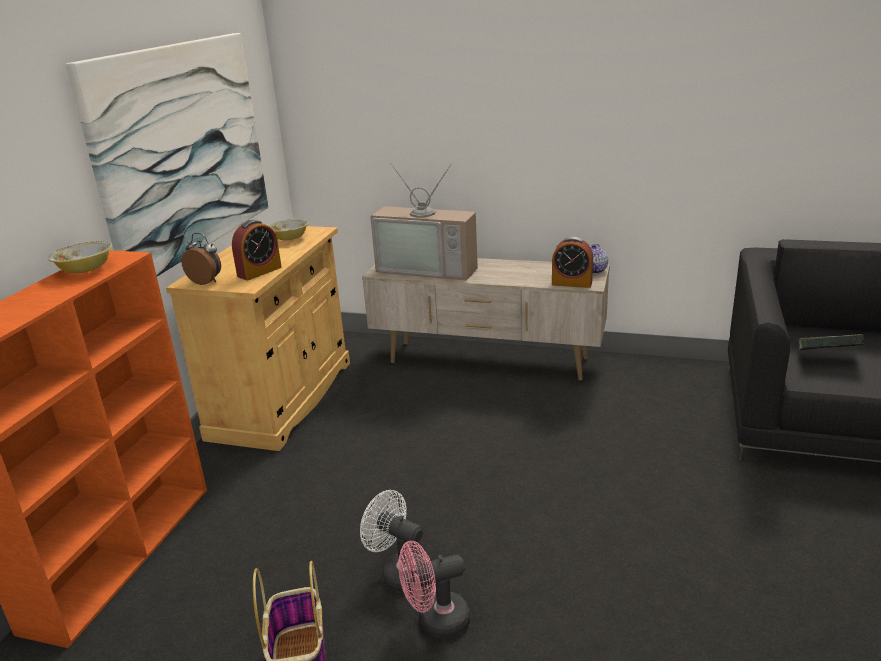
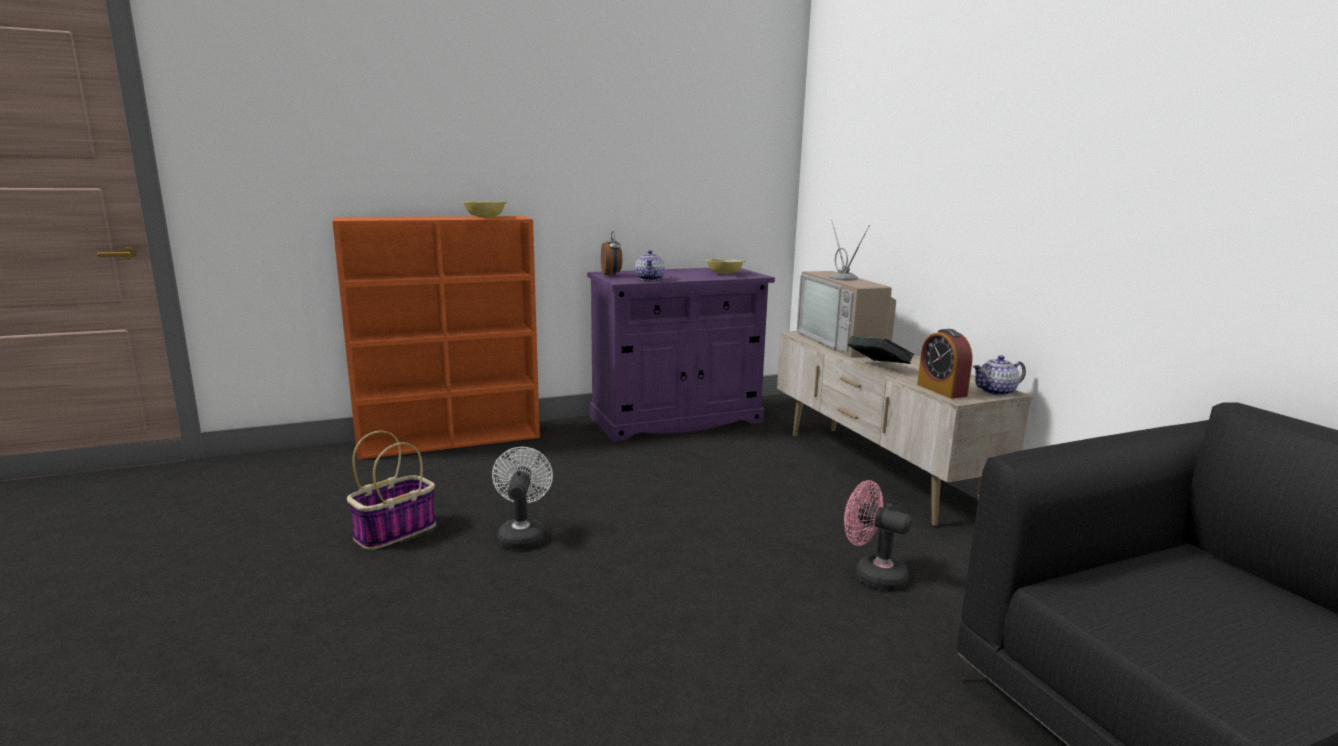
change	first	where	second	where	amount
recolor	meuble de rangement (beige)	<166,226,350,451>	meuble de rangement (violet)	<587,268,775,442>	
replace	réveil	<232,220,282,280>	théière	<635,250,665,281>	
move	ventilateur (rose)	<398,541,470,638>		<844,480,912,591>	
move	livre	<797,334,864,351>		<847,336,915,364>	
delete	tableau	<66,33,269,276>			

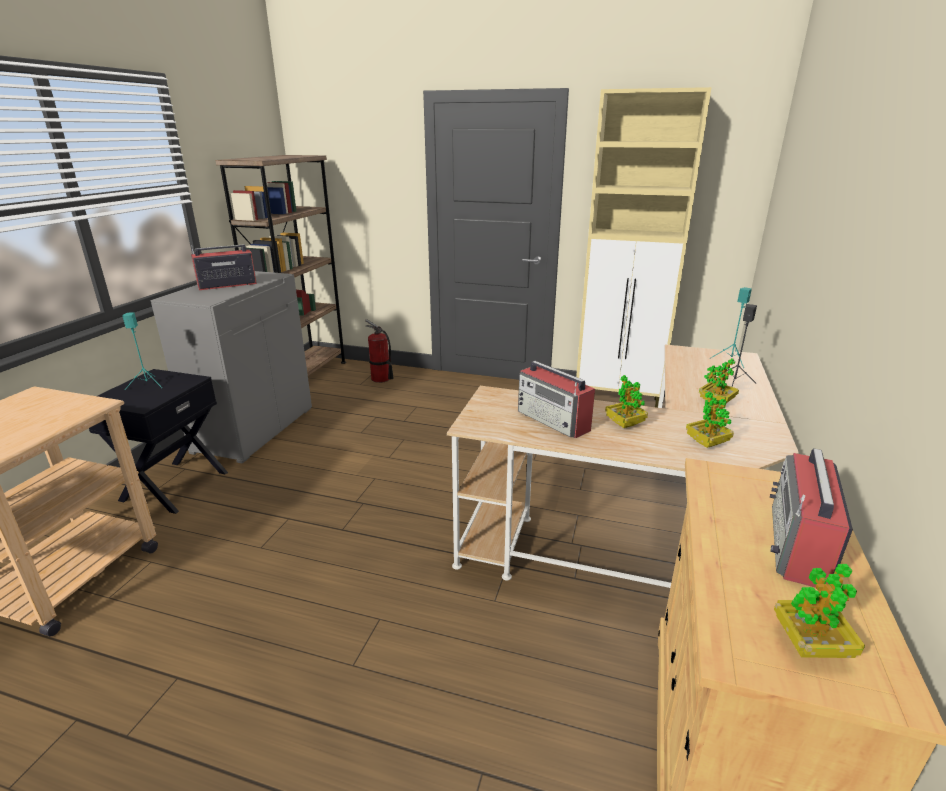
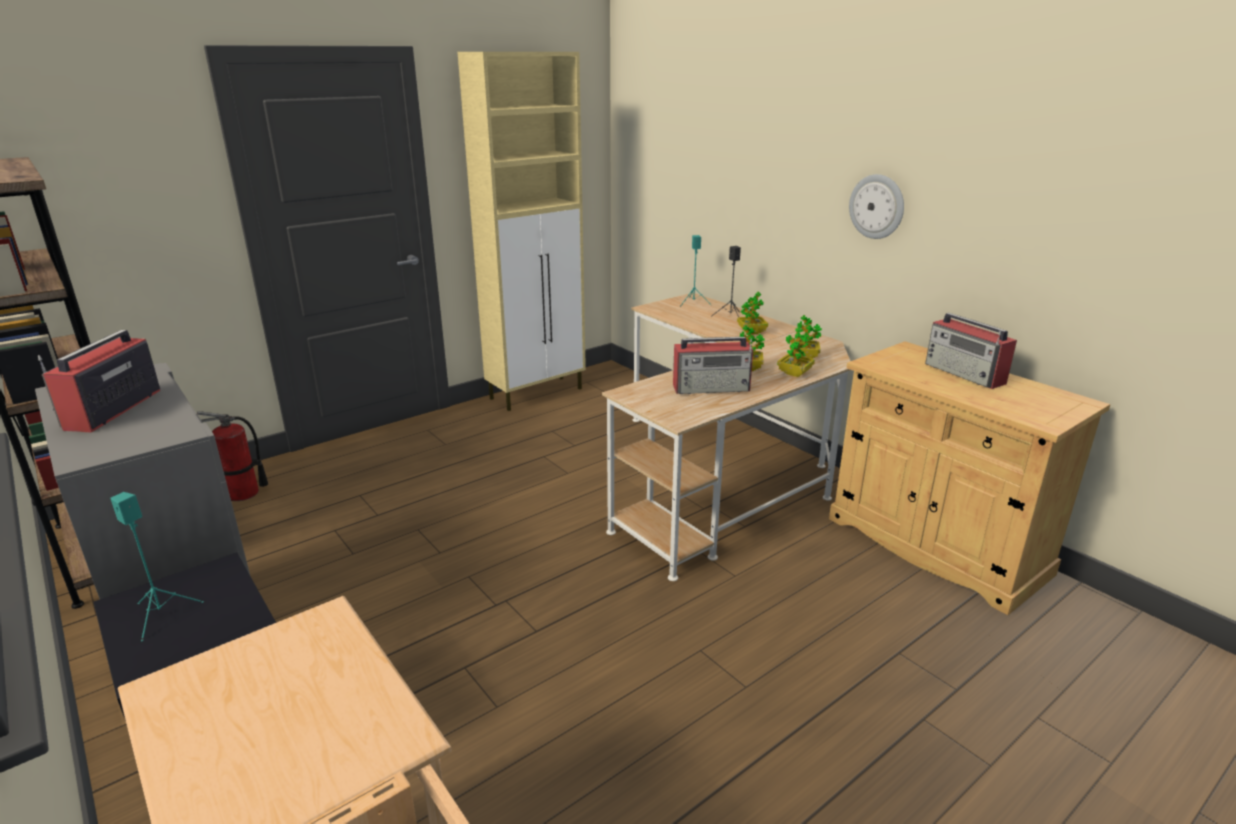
change	first	where	second	where	amount
move	plante en pot	<774,564,865,658>		<777,327,815,377>	
insert			horloge murale	<849,174,904,239>	

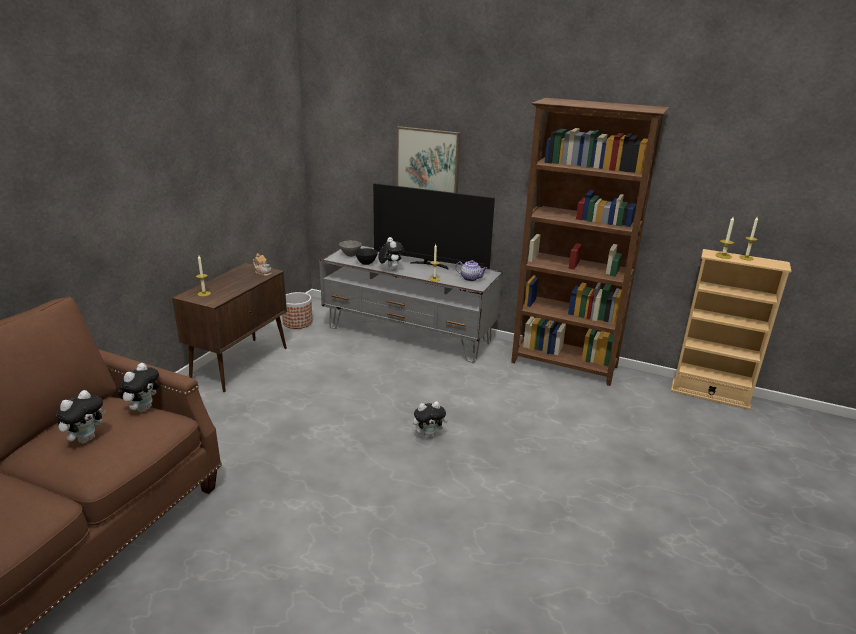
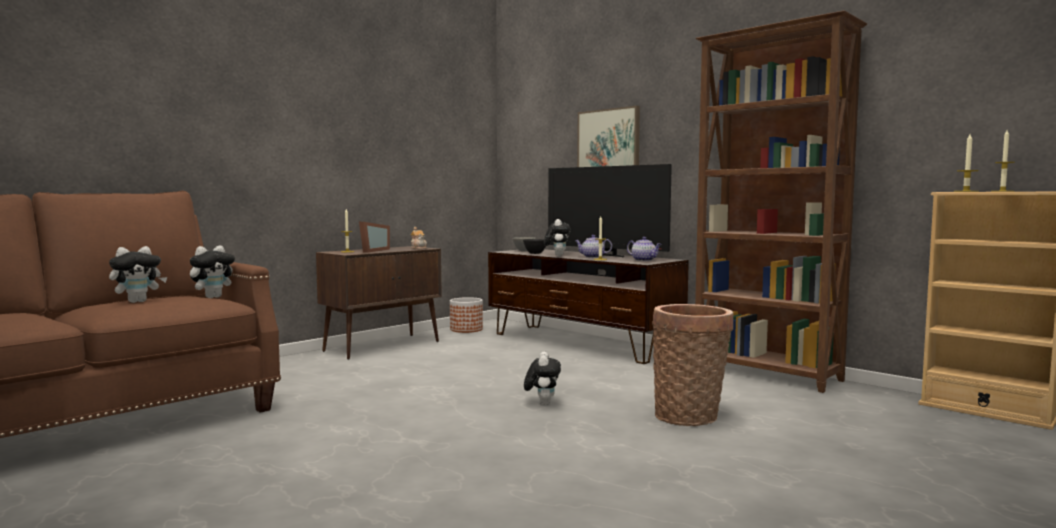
change	first	where	second	where	amount
insert			cadre photo	<359,222,390,253>	
recolor	meuble télé (gris)	<319,246,502,363>	meuble télé (marron)	<488,249,689,364>	
rotate	peluche	<413,401,448,438>		<524,352,561,405>	90 degrees counterclockwise
insert			théière	<575,235,612,258>	
insert			panier	<652,304,733,426>	

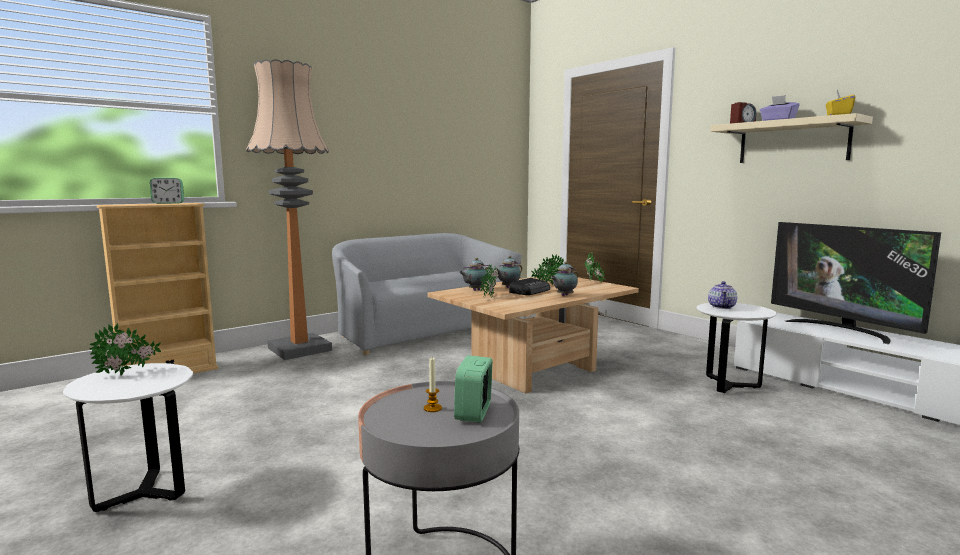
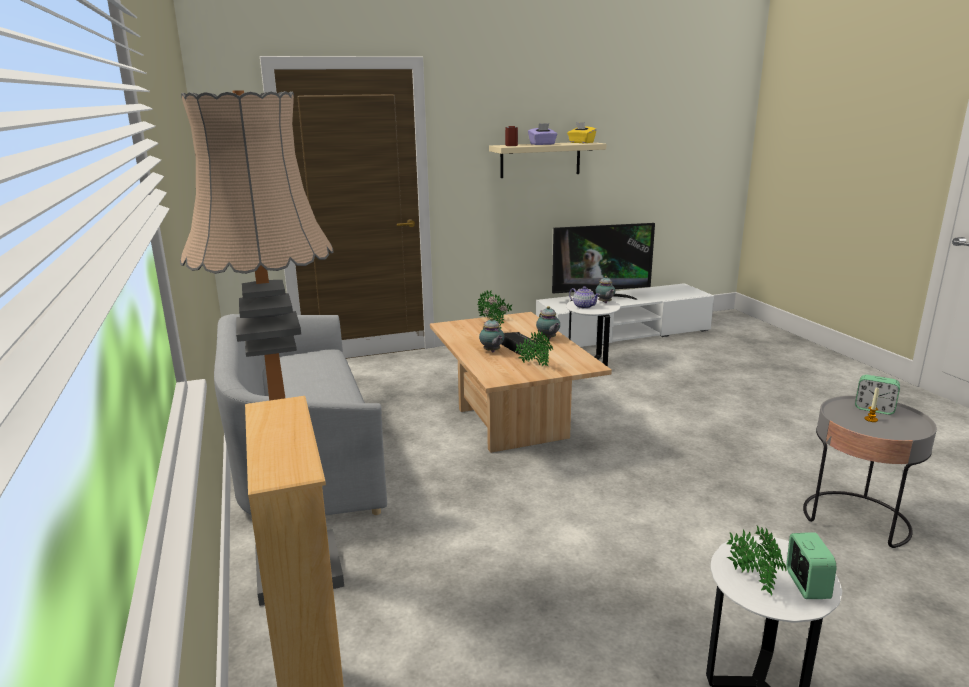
change	first	where	second	where	amount
move	théière	<459,258,491,291>		<596,276,615,303>	
move	réveil	<150,178,184,204>		<787,533,836,599>	

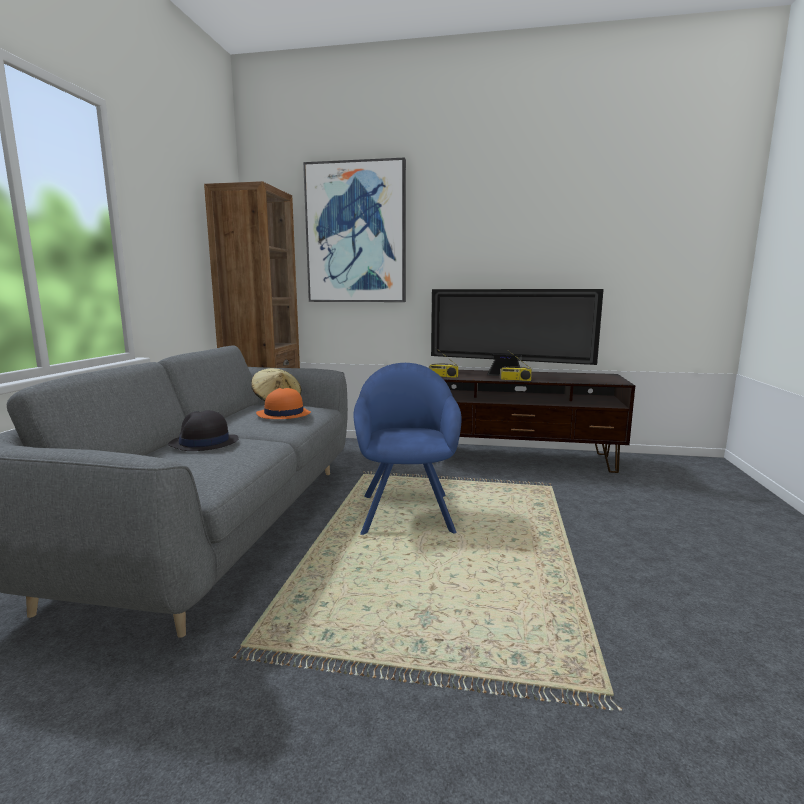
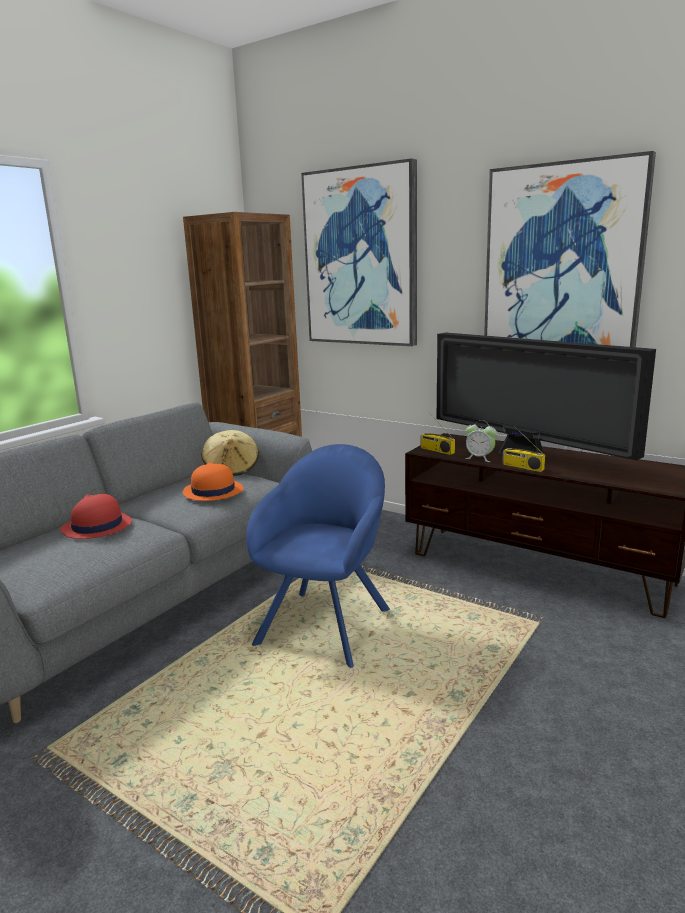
change	first	where	second	where	amount
recolor	chapeau (noir)	<168,410,239,451>	chapeau (rouge)	<61,494,132,539>	
insert			réveil	<465,420,497,462>	
insert			tableau	<484,151,656,347>	

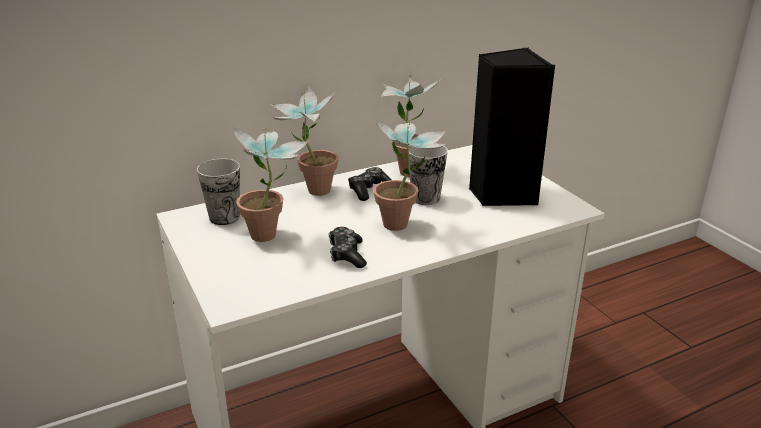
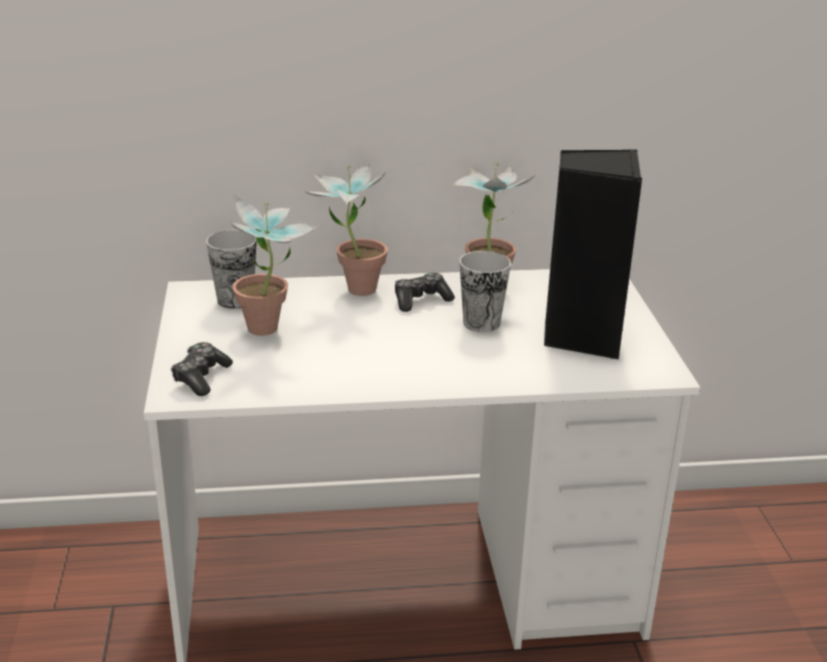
change	first	where	second	where	amount
move	manette	<329,227,367,268>		<171,342,233,396>	
delete	plante en pot	<373,119,445,231>			

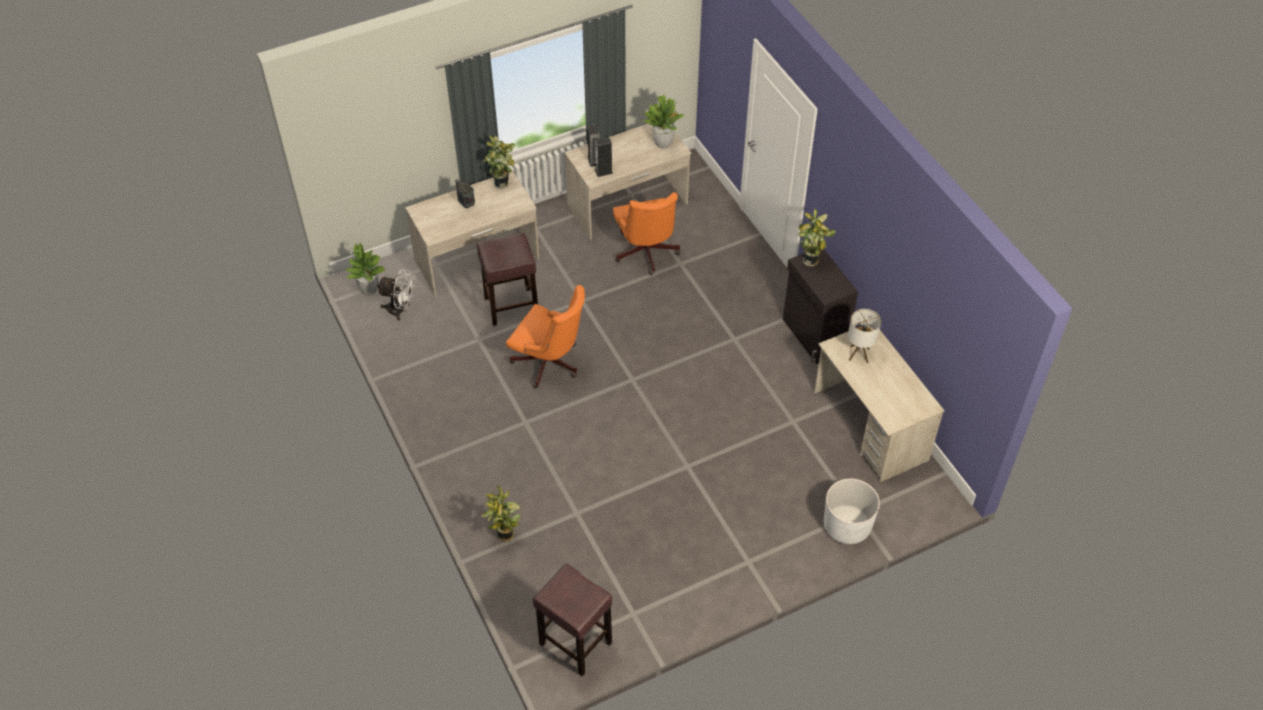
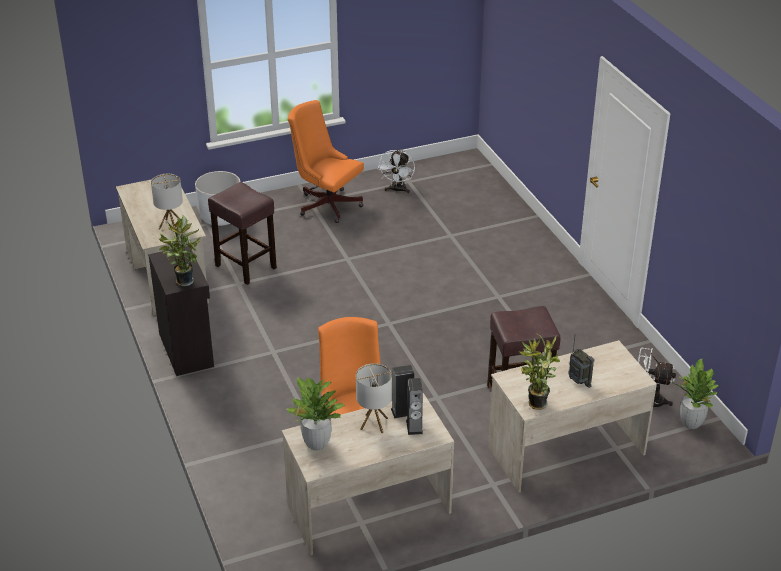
change	first	where	second	where	amount
move	tabouret (marron)	<533,563,612,676>		<208,182,277,285>	
move	chaise de bureau (orange)	<506,285,585,389>		<288,100,364,223>	
insert			lampe de table	<356,363,392,433>	
insert			ventilateur (blanc)	<378,149,415,193>	
delete	plante en pot	<481,485,521,542>			

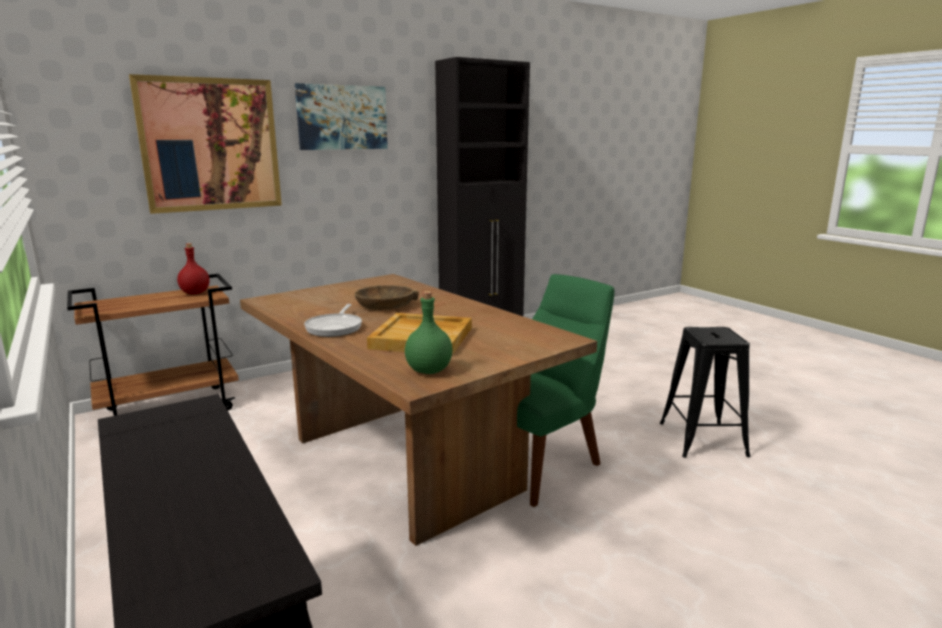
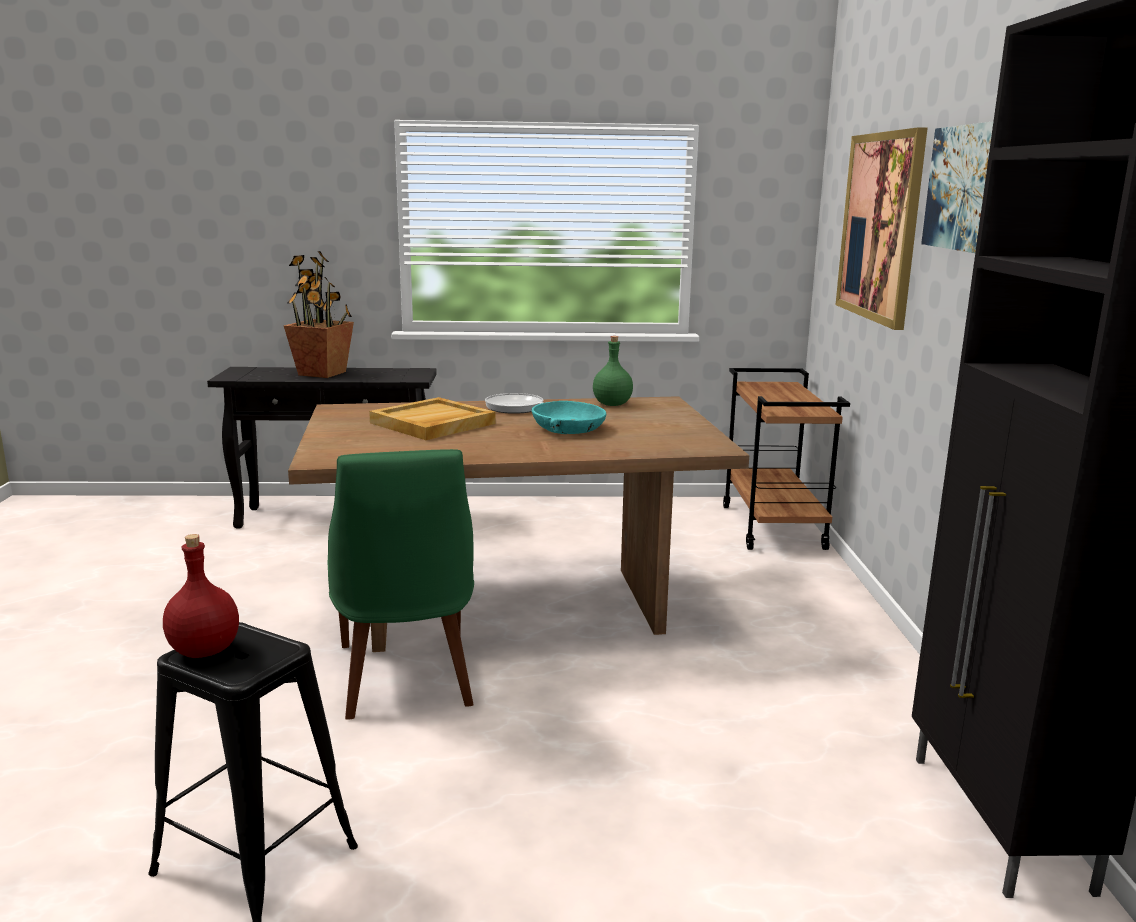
change	first	where	second	where	amount
move	bouteille (rouge)	<177,243,210,294>		<163,534,239,658>	
insert			plante en pot	<284,251,354,378>	
recolor	bol (marron)	<355,285,419,310>	bol (turquoise)	<532,401,606,434>	
move	bouteille (vert)	<405,291,453,374>		<593,336,633,406>	

